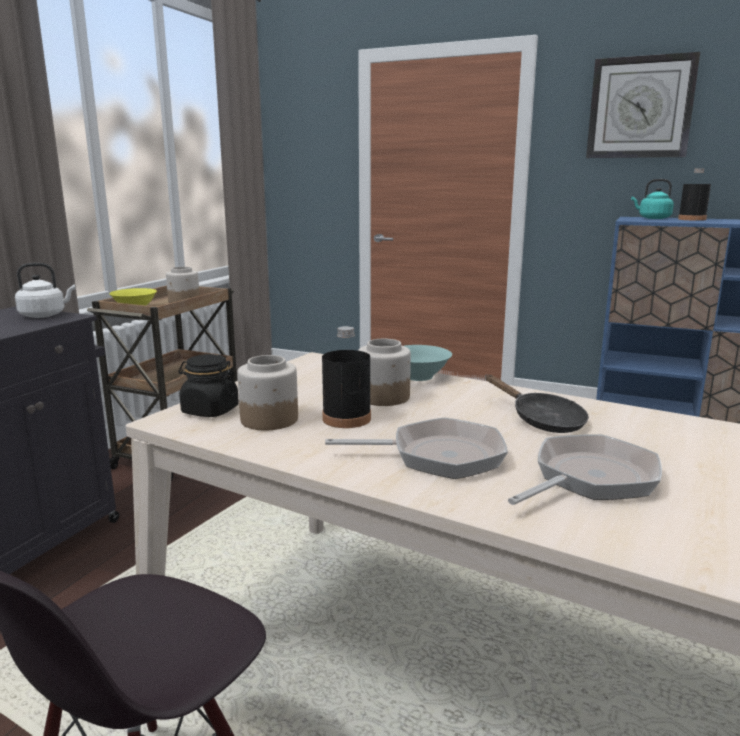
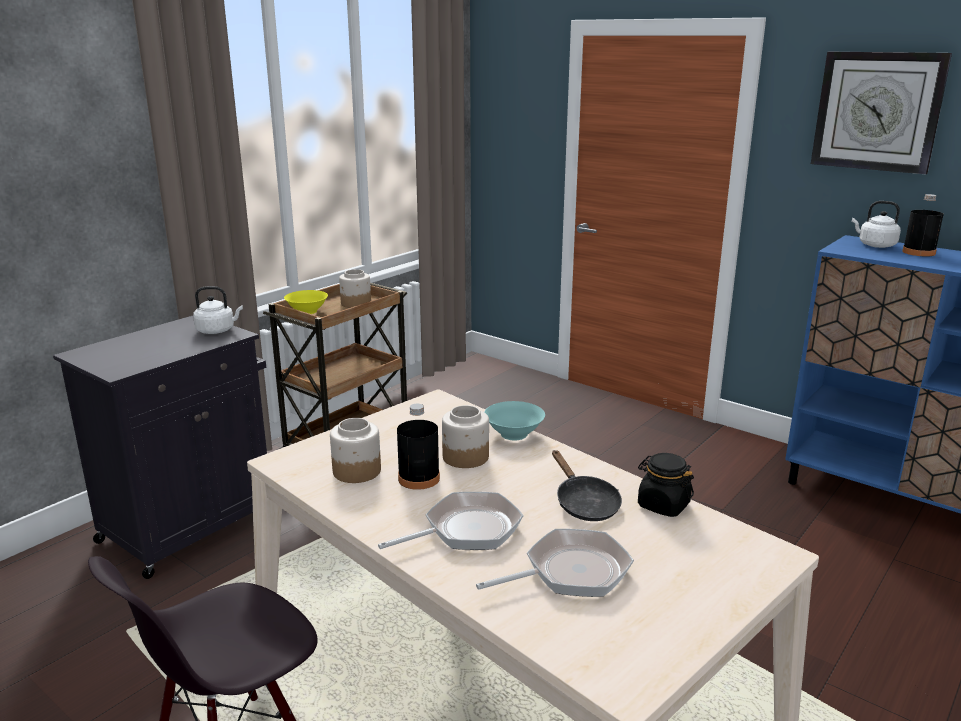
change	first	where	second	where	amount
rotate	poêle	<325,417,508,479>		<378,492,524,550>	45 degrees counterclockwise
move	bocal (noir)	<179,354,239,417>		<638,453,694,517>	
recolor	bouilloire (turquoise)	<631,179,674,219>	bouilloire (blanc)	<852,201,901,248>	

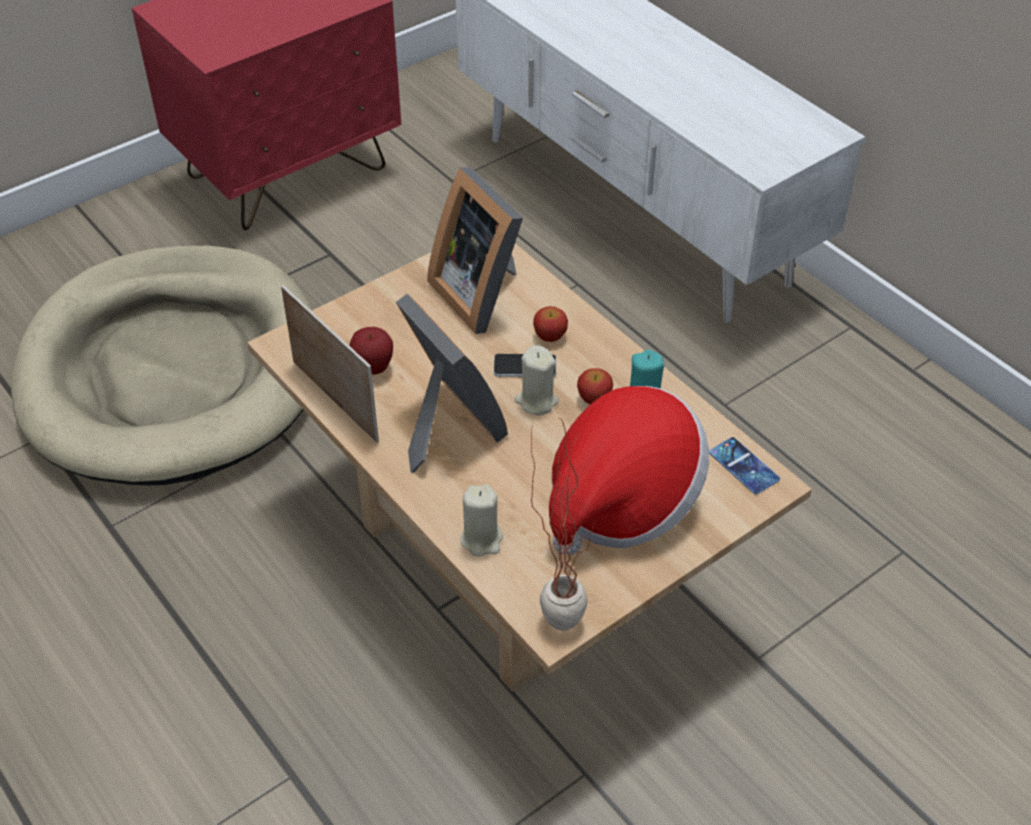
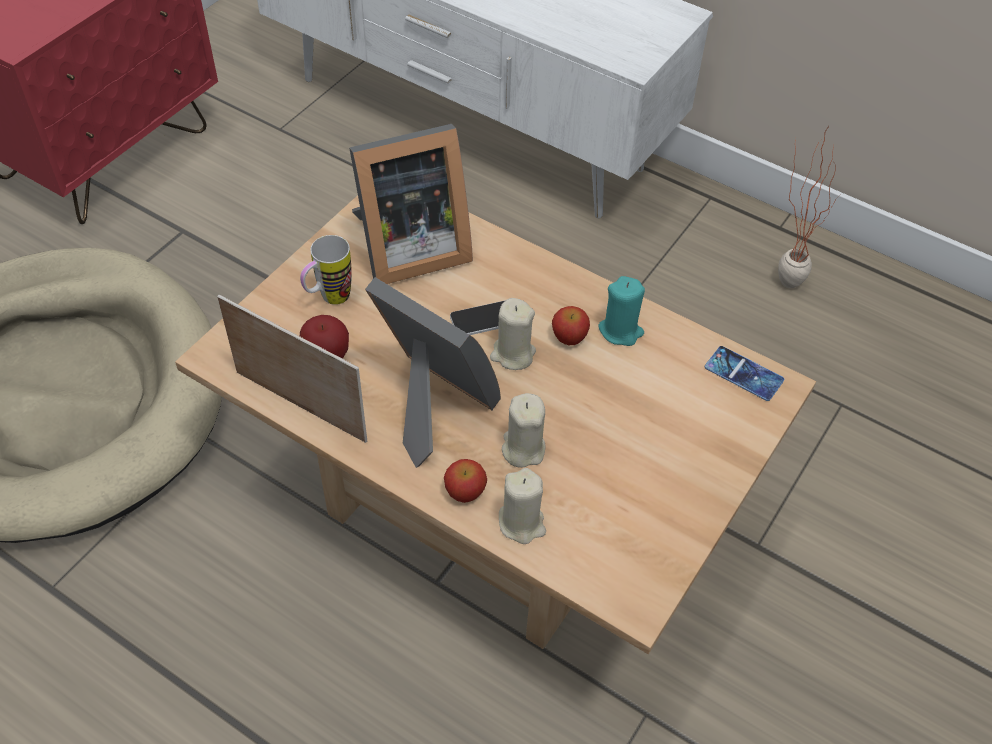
change	first	where	second	where	amount
insert			mug	<300,235,352,305>	
rotate	cadre photo	<427,167,523,334>		<349,124,473,284>	60 degrees counterclockwise
move	pomme	<533,306,568,342>		<444,459,487,503>	
insert			bougie (beige)	<502,393,546,468>	
move	plante en pot	<531,418,596,630>		<778,125,840,288>	
delete	chapeau	<549,386,709,555>			

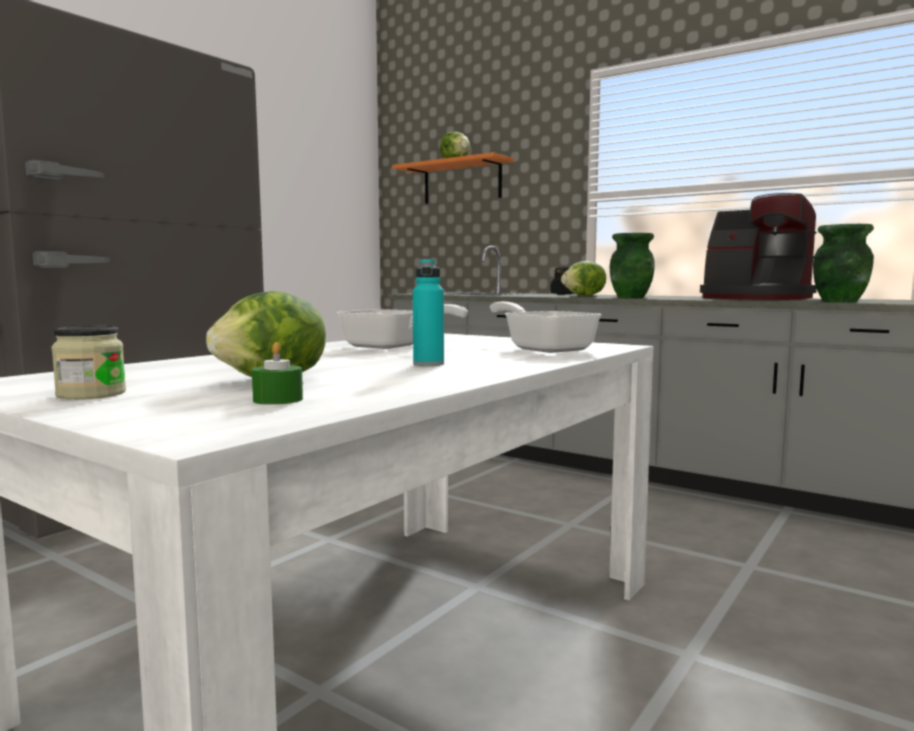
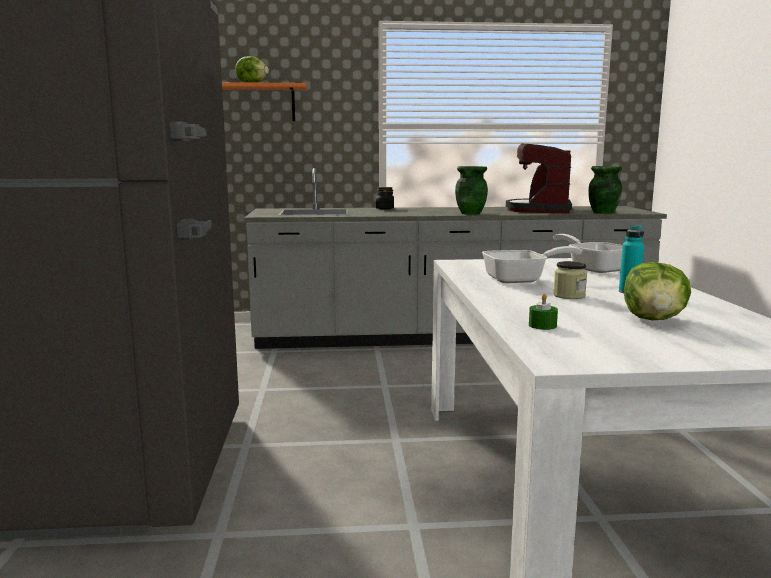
change	first	where	second	where	amount
rotate	machine à café	<700,193,817,300>		<506,143,572,213>	105 degrees clockwise
move	bougie (vert)	<252,342,303,405>		<529,294,558,330>	
rotate	poêle	<490,302,602,353>		<553,234,622,273>	45 degrees clockwise
move	bocal	<51,326,126,400>		<553,261,587,299>	
delete	laitue	<561,261,606,296>			

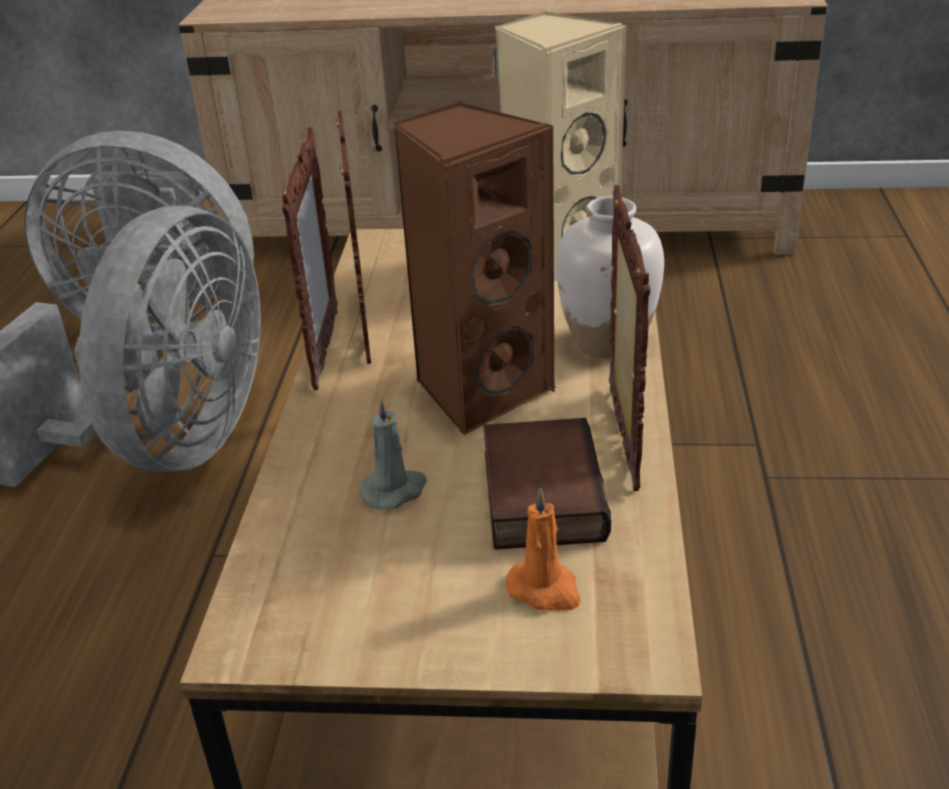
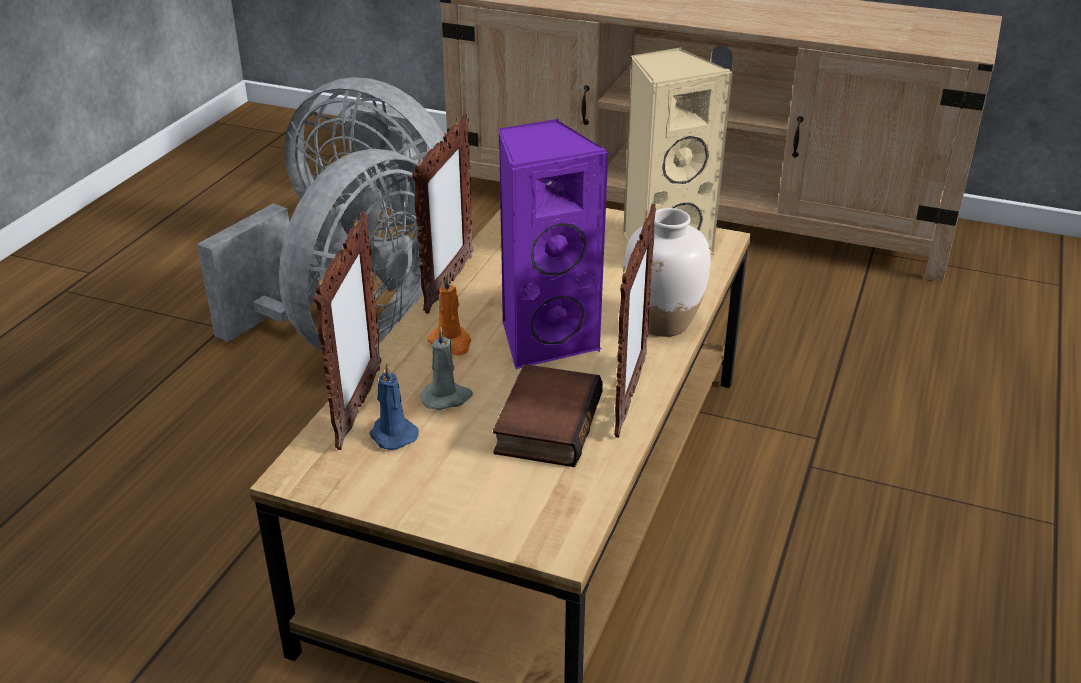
change	first	where	second	where	amount
move	cadre photo	<336,111,371,364>		<314,211,381,450>	
insert			bougie (bleu)	<369,363,419,450>	
move	bougie (orange)	<506,487,581,611>		<427,273,471,355>	
recolor	enceinte (marron)	<392,101,556,436>	enceinte (violet)	<498,119,610,369>	

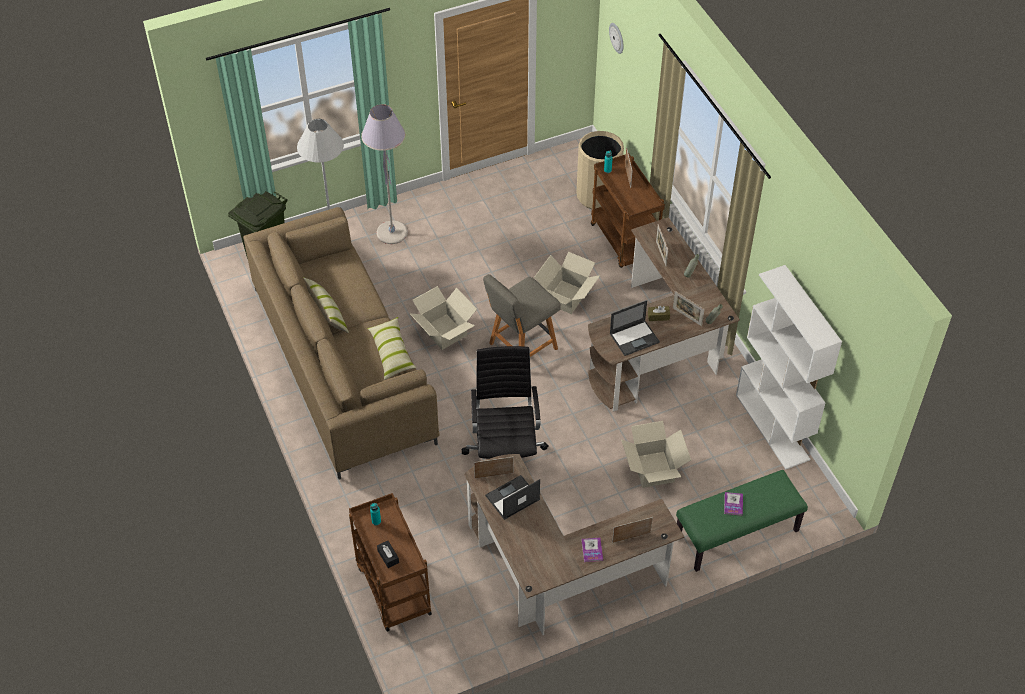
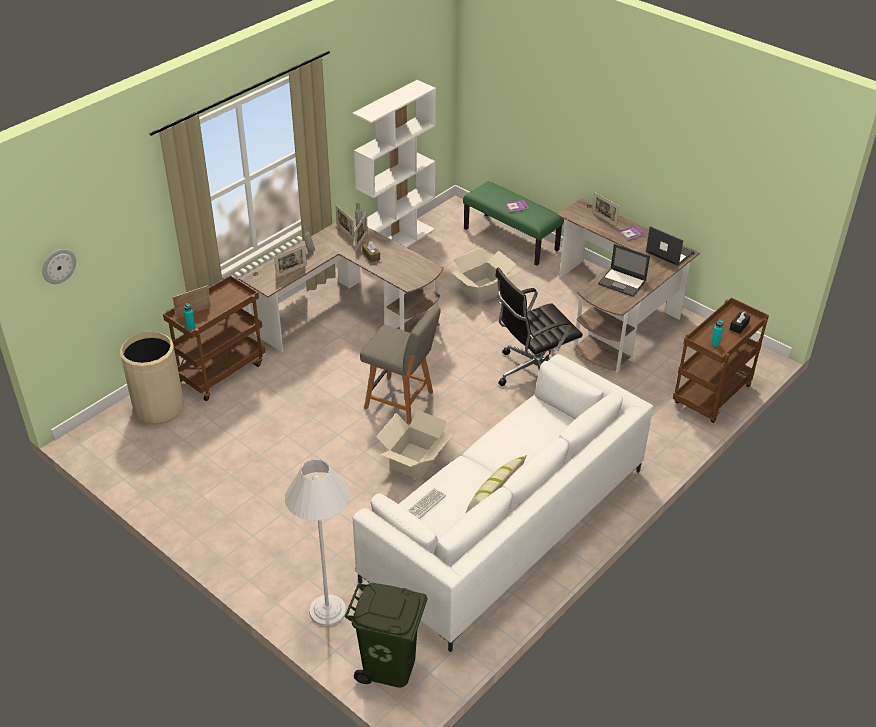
change	first	where	second	where	amount
move	cadre photo	<474,457,514,478>		<335,204,354,240>	
recolor	canapé (marron)	<243,207,440,480>	canapé (blanc)	<353,354,653,652>	
insert			clavier	<408,488,446,519>	
move	ordinateur portable	<609,300,660,356>		<646,226,693,266>	
delete	lampadaire (gris)	<361,104,408,244>			
delete	coussin	<368,317,416,380>			
delete	carton	<534,252,600,314>			

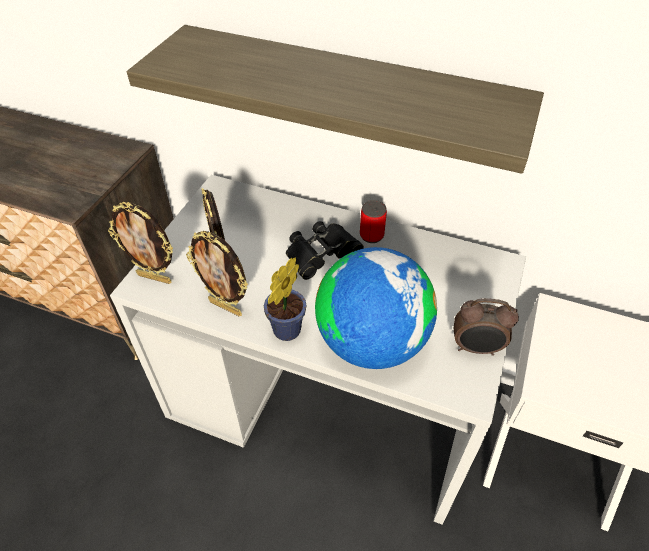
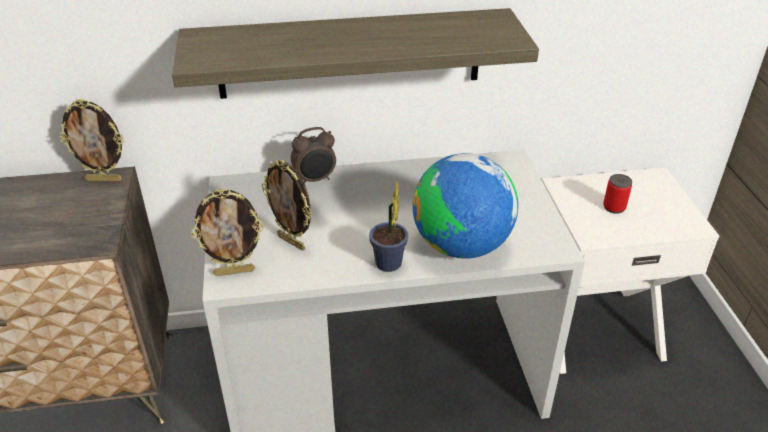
change	first	where	second	where	amount
move	cadre photo	<186,231,248,316>		<59,99,124,181>	
move	réveil	<454,298,519,356>		<291,127,336,184>	
move	boîte métallique	<360,200,387,243>		<603,174,632,214>	
delete	jumelles (noir)	<286,221,364,280>			

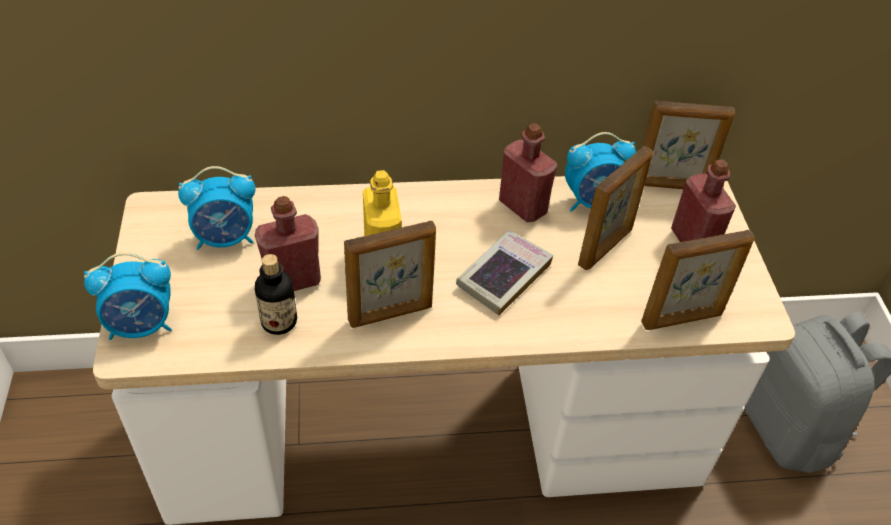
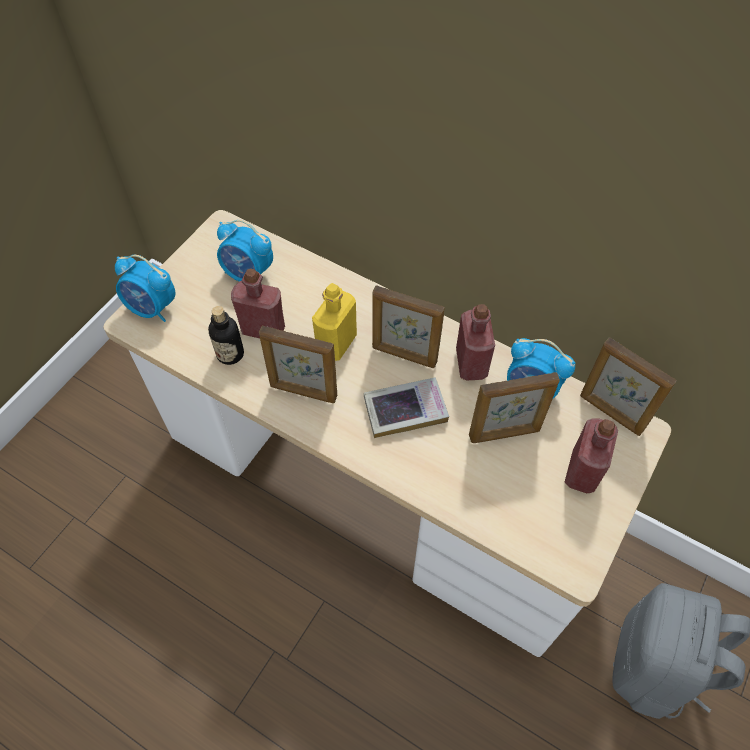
change	first	where	second	where	amount
move	cadre photo	<641,230,755,330>		<372,286,445,368>	

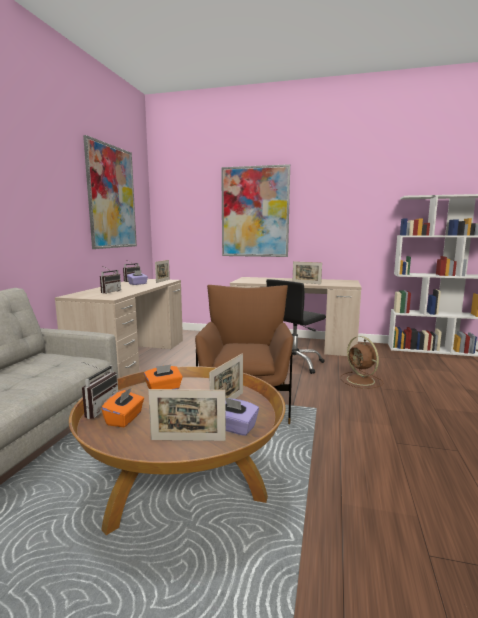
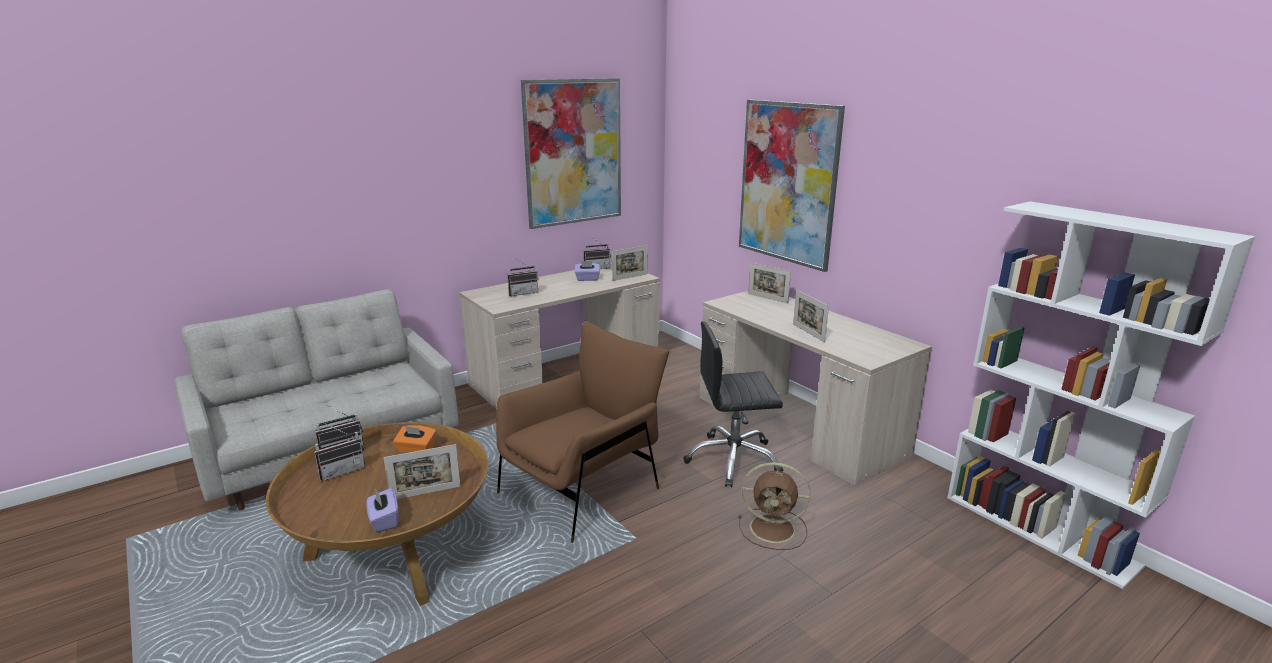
change	first	where	second	where	amount
replace	boîte à mouchoirs (orange)	<101,387,144,427>	radio	<314,423,365,481>	
rotate	ventilateur (marron)	<340,336,384,389>		<739,462,811,550>	90 degrees counterclockwise
move	cadre photo	<148,389,226,441>		<748,263,791,303>	

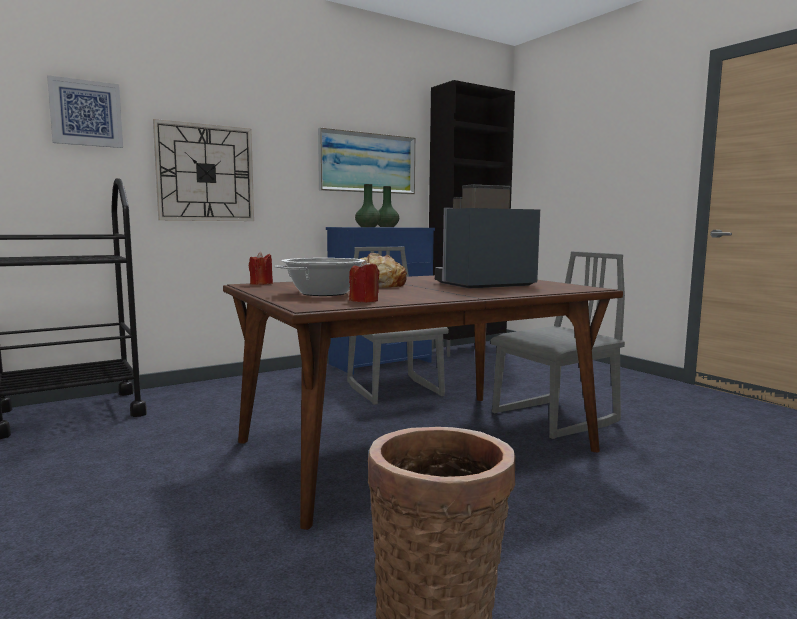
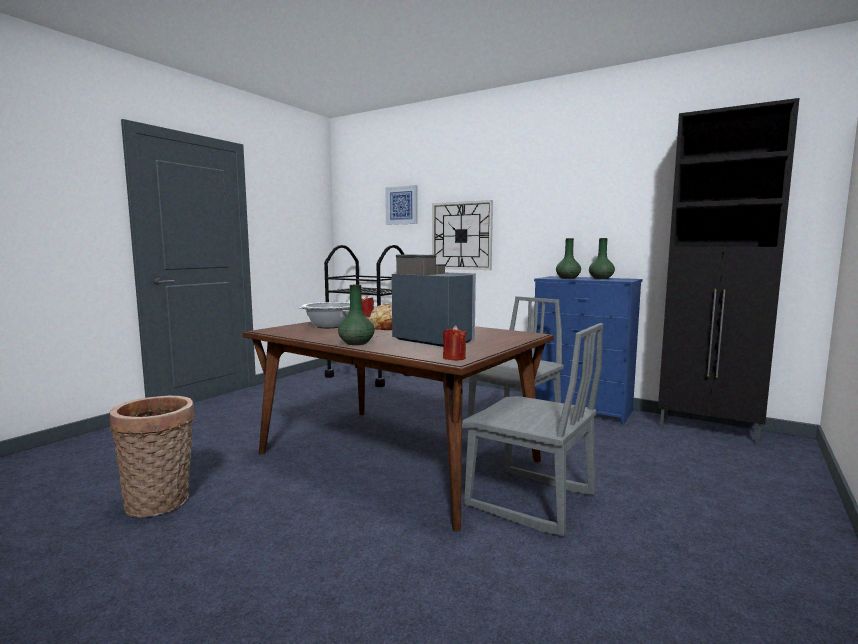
change	first	where	second	where	amount
insert			vase (vert)	<338,285,375,345>	
move	bougie (rouge)	<349,260,379,302>		<443,325,467,360>	
delete	tableau	<318,128,415,194>			

